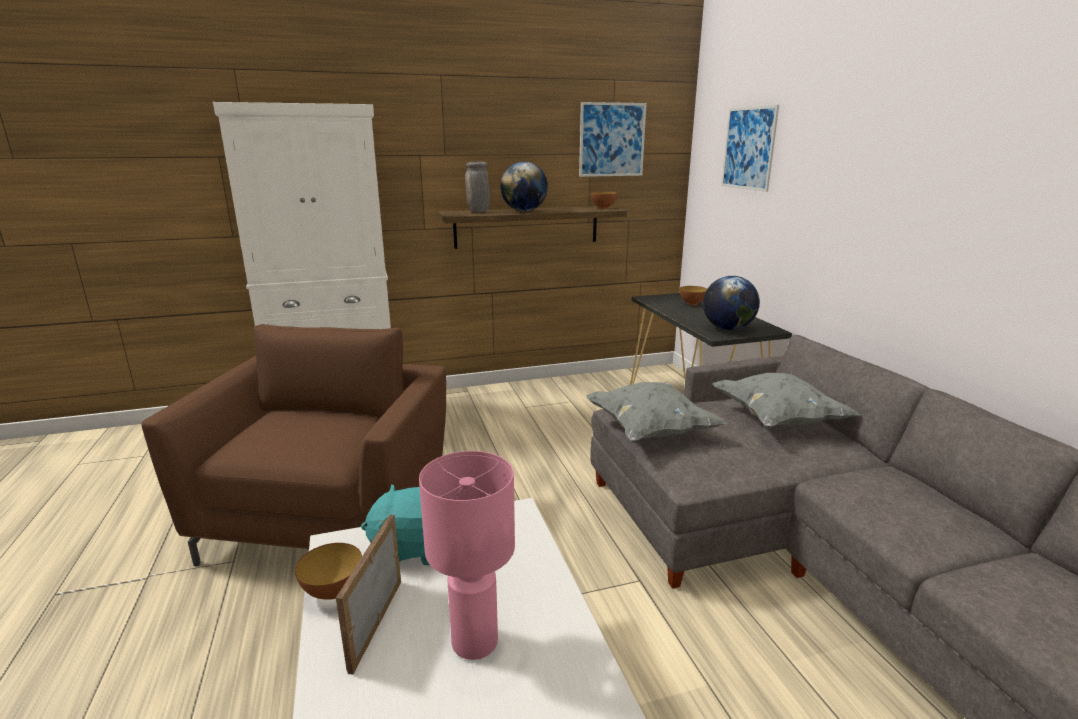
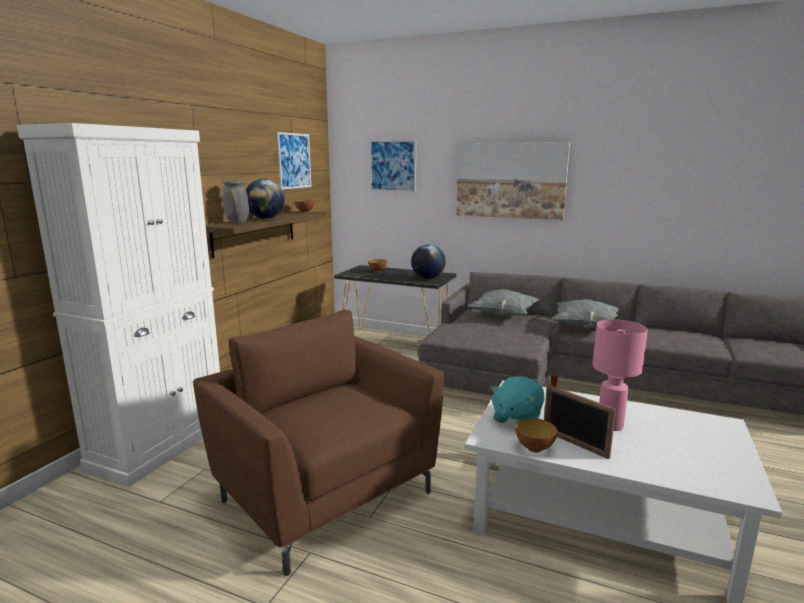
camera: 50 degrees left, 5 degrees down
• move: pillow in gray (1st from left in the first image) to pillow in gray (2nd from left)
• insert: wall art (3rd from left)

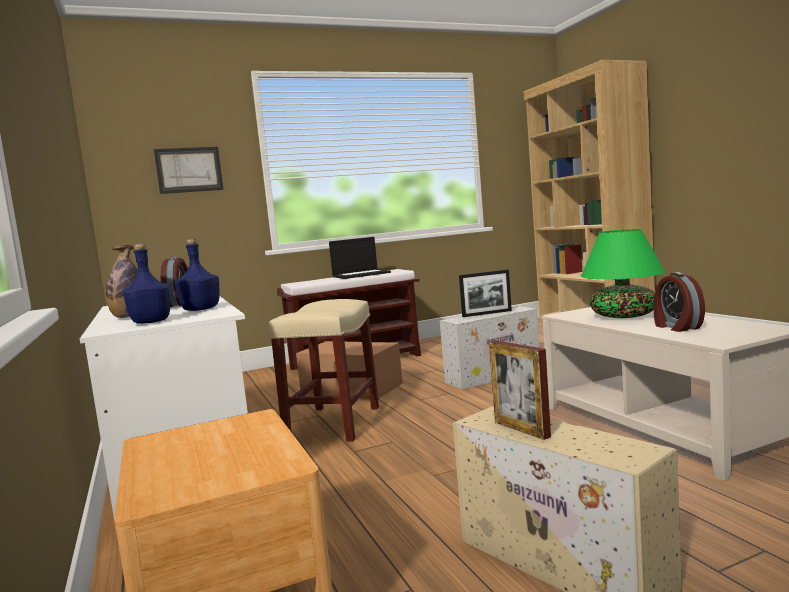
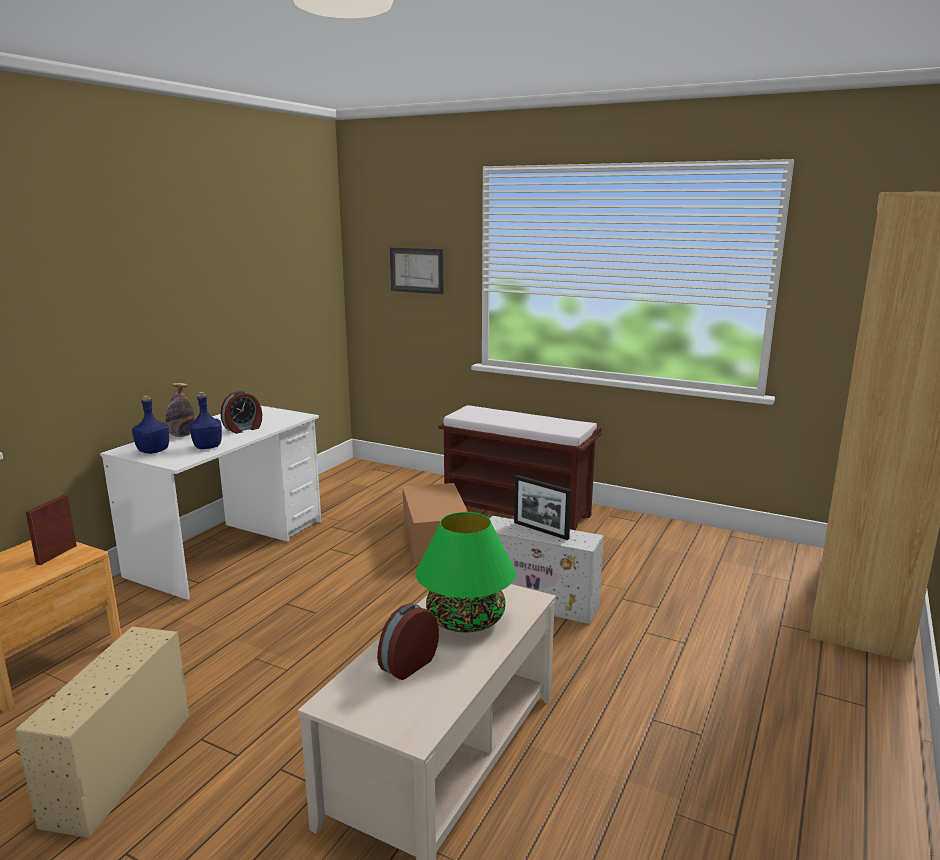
camera: 50 degrees right, 10 degrees up
• delete: sitting stool in sand-coloured
• delete: laptop
• move: photo frame (2nd from left in the first image) to photo frame (1st from left)

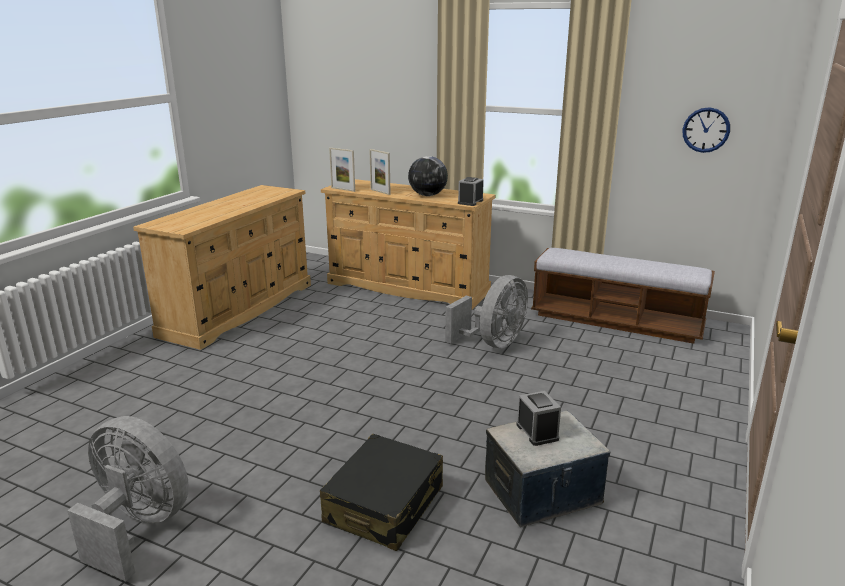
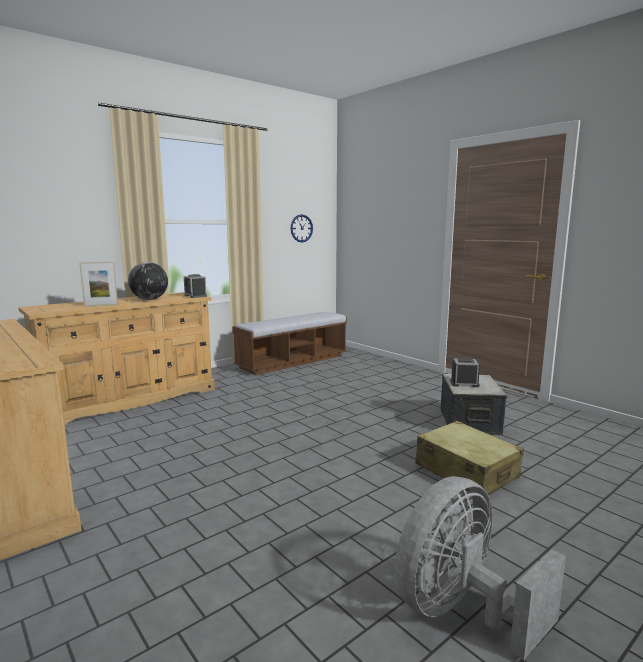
camera: 65 degrees left, 10 degrees down
• recolor: travel case in blackish to travel case in sand-coloured
• delete: photo frame (1st from left)
• delete: fan in gray (2nd from left)

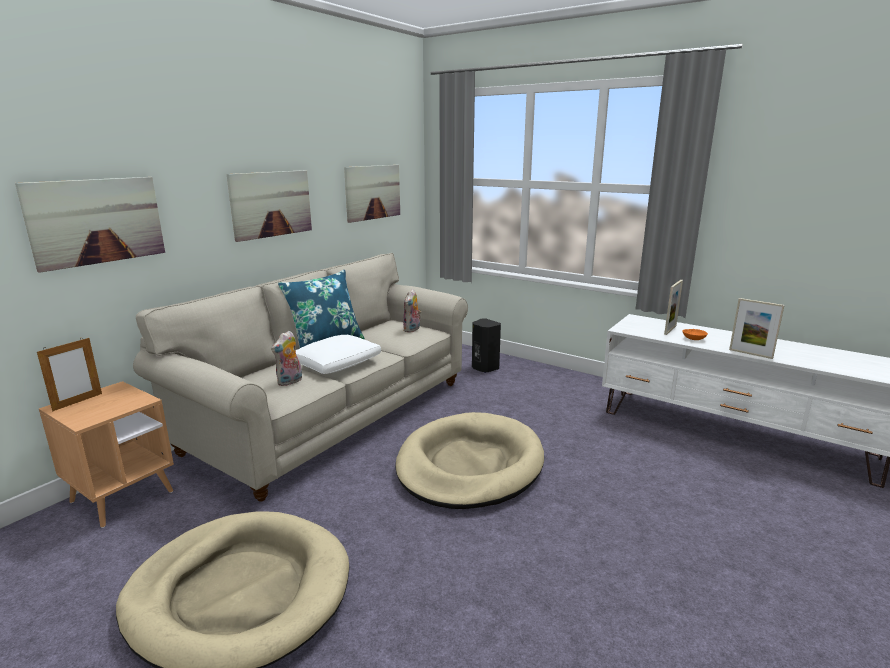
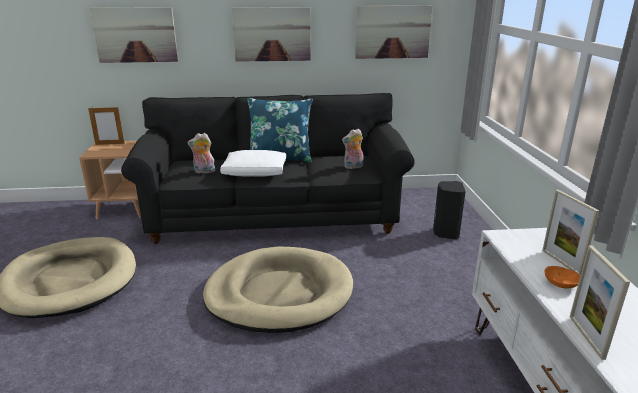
camera: 50 degrees right, 5 degrees up
• recolor: sofa in sand-coloured to sofa in blackish
• rotate: photo frame (2nd from left) 75 degrees clockwise

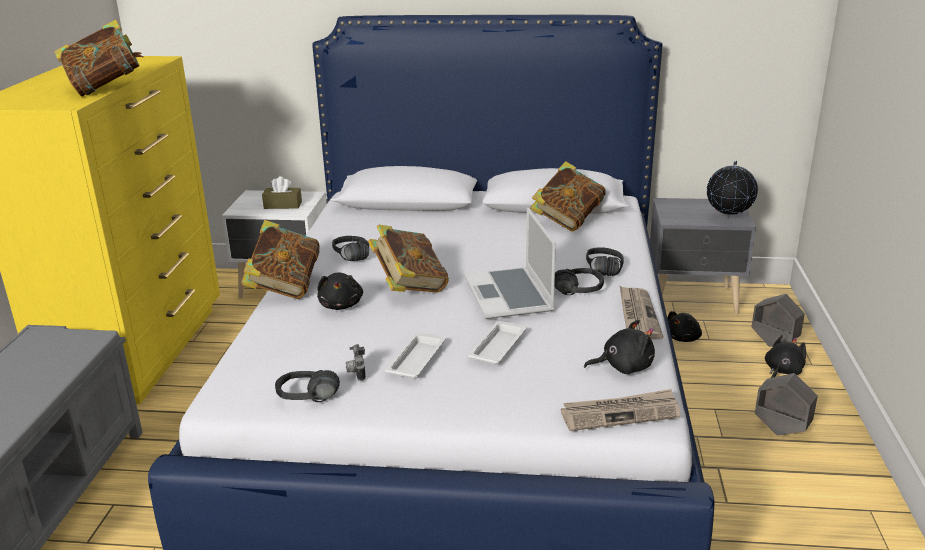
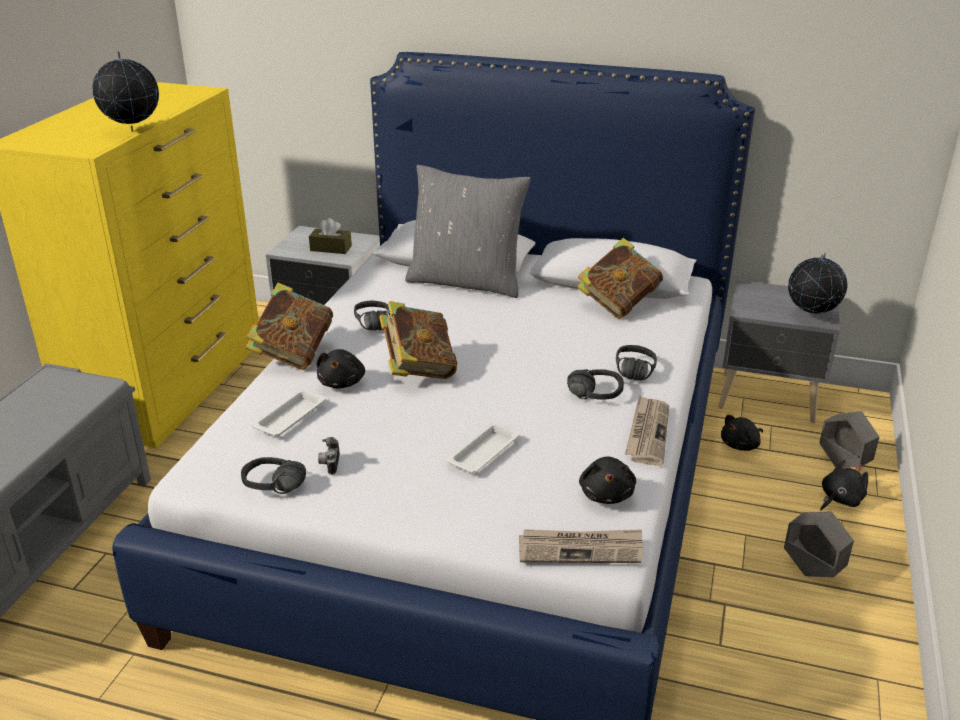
camera: 10 degrees right, 5 degrees up
• replace: book (1st from left) to world globe (1st from left)
• move: carrying tray in white (1st from left)
• delete: laptop
• rotate: plush toy in blackish (2nd from left) 90 degrees clockwise
• insert: pillow in gray

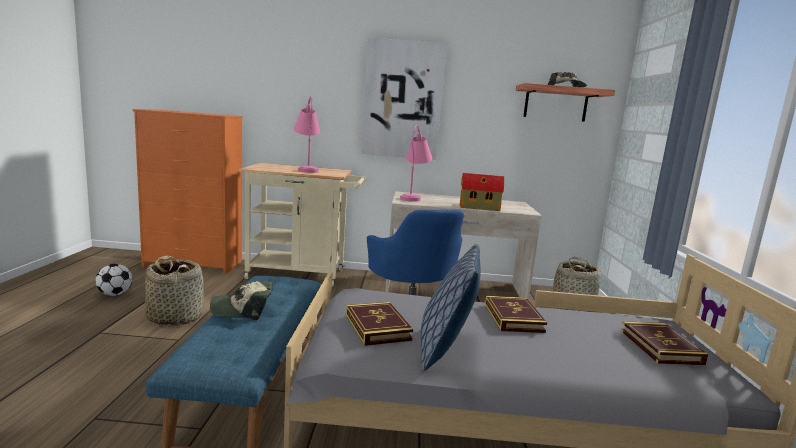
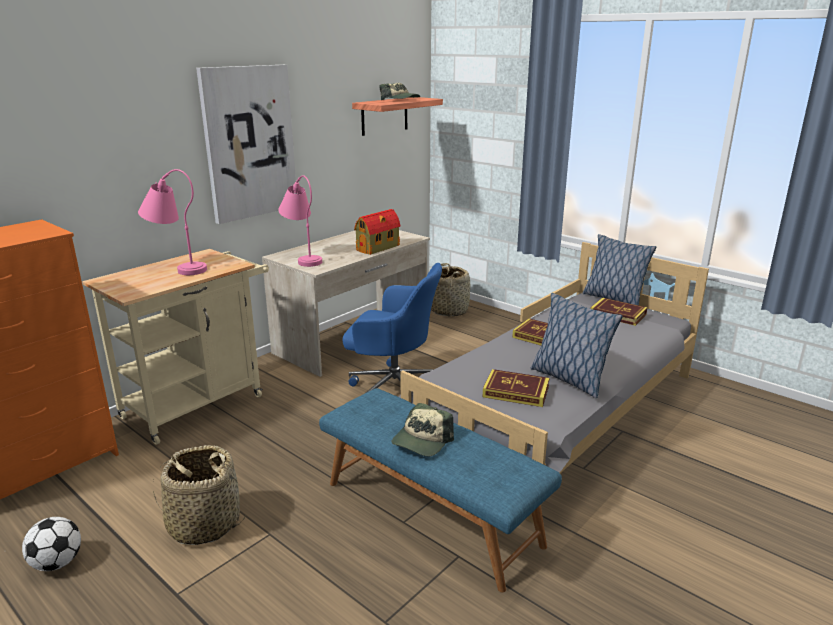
camera: 50 degrees left, 10 degrees up
• insert: pillow (2nd from left)

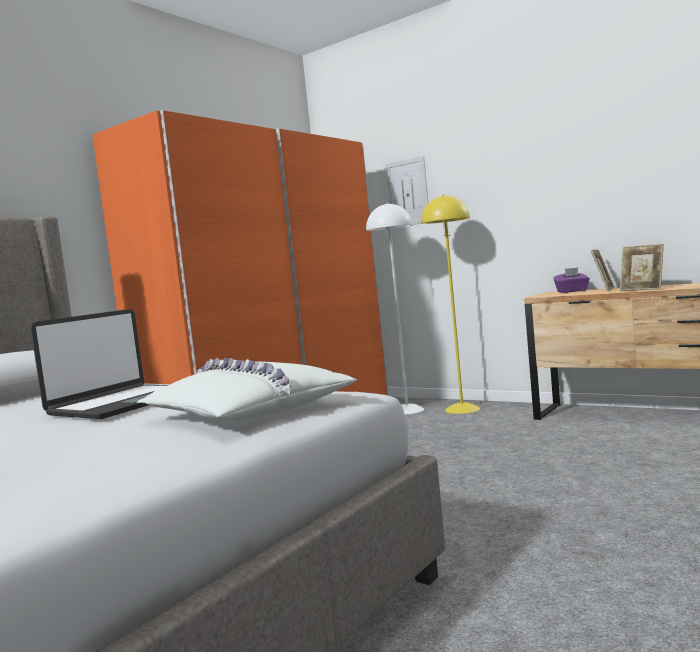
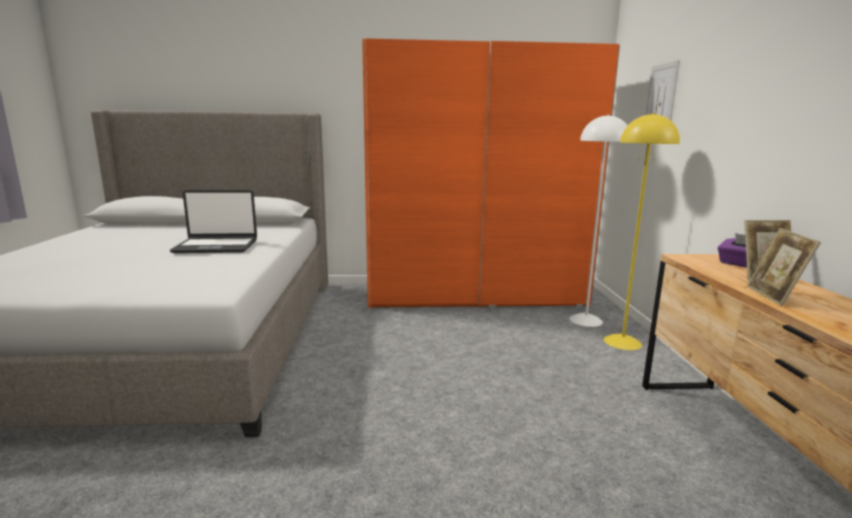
camera: 50 degrees right, 10 degrees up
• delete: pillow in white

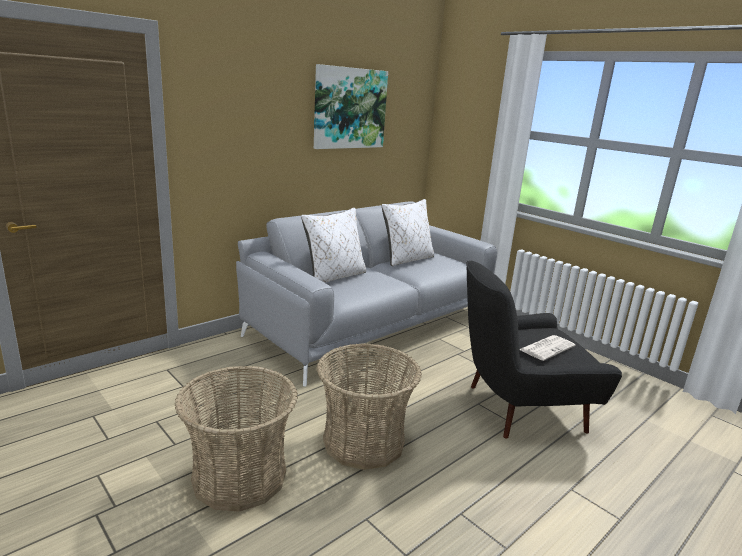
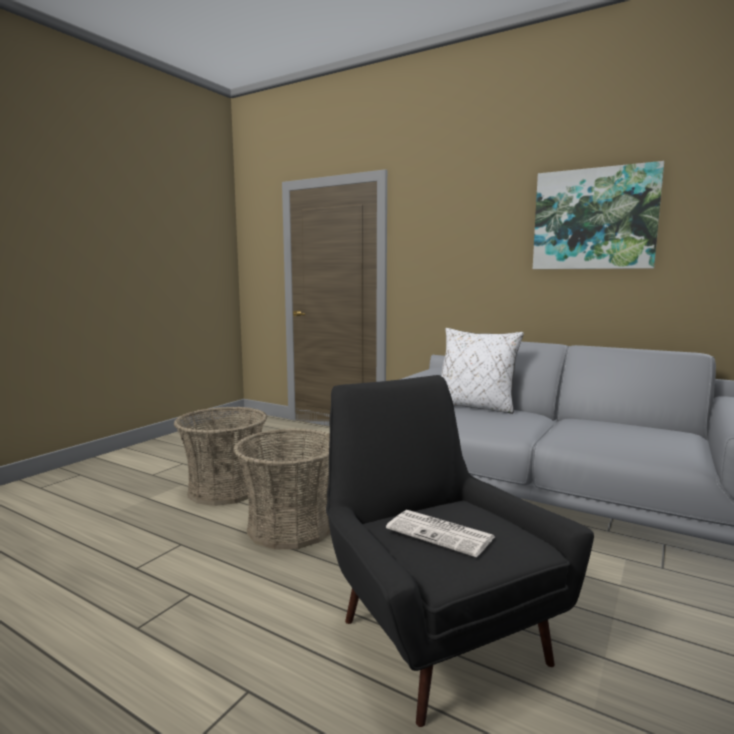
camera: 75 degrees right, 10 degrees down
• delete: pillow in white (2nd from left)

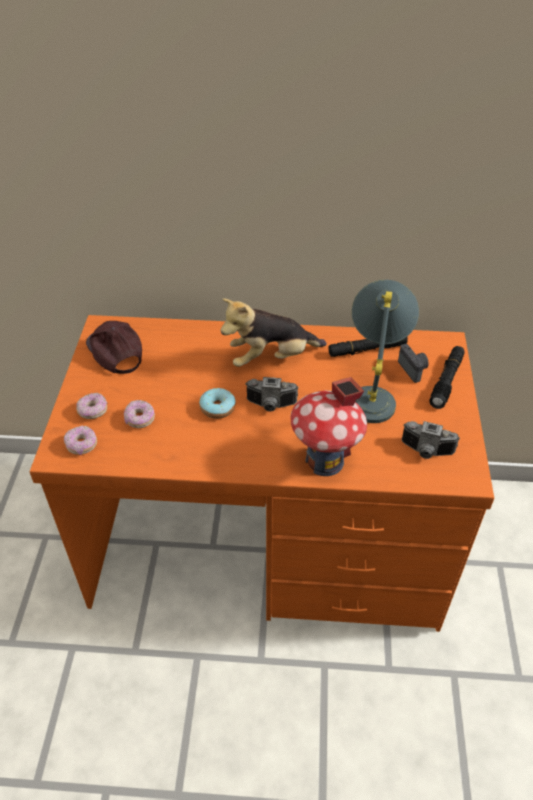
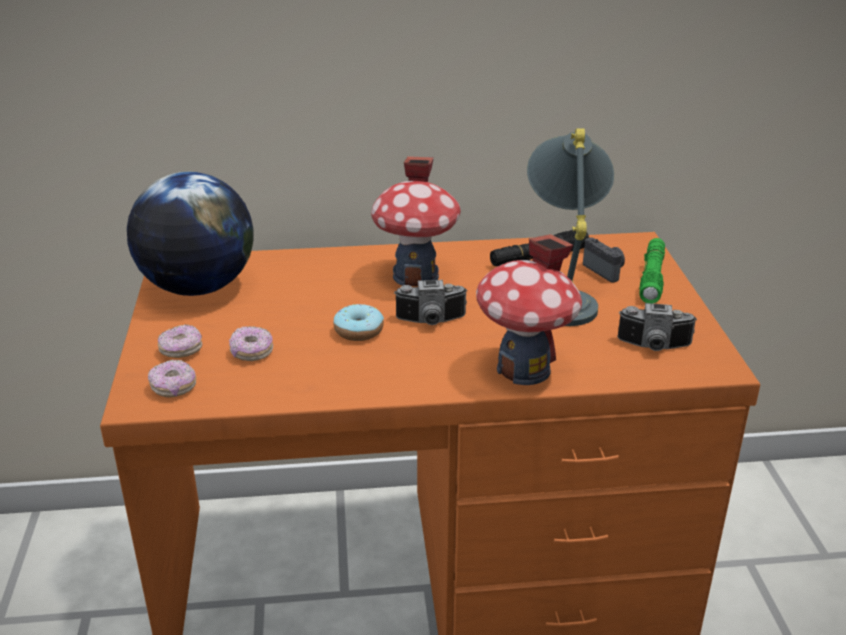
camera: 10 degrees left, 15 degrees down
• replace: baseball cap in brown-coloured to world globe
• replace: plush toy to model house (1st from left)
• recolor: torch in blackish (2nd from left) to torch in green

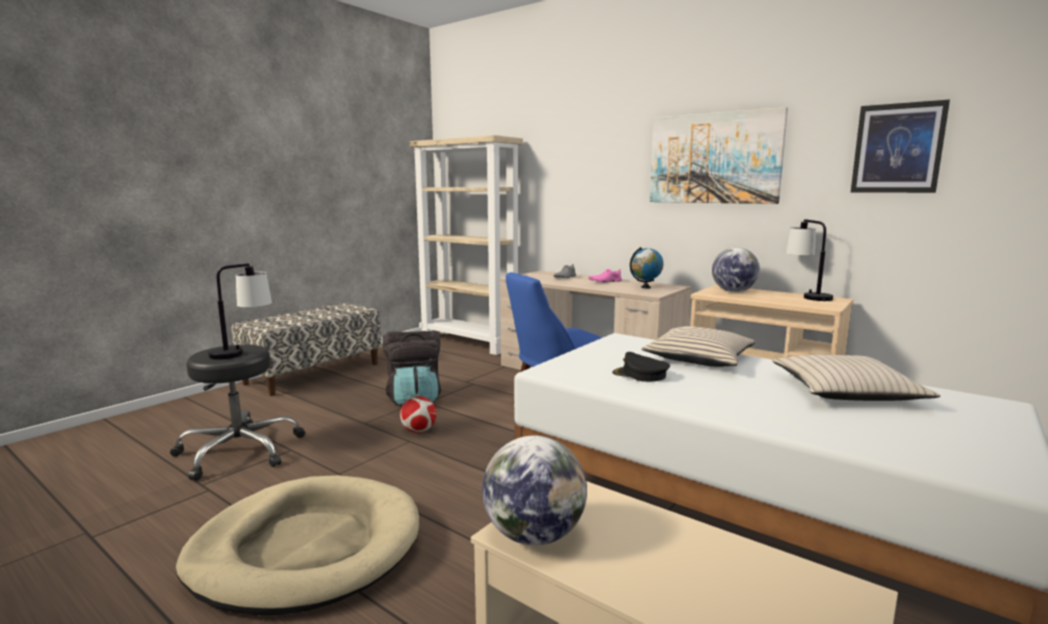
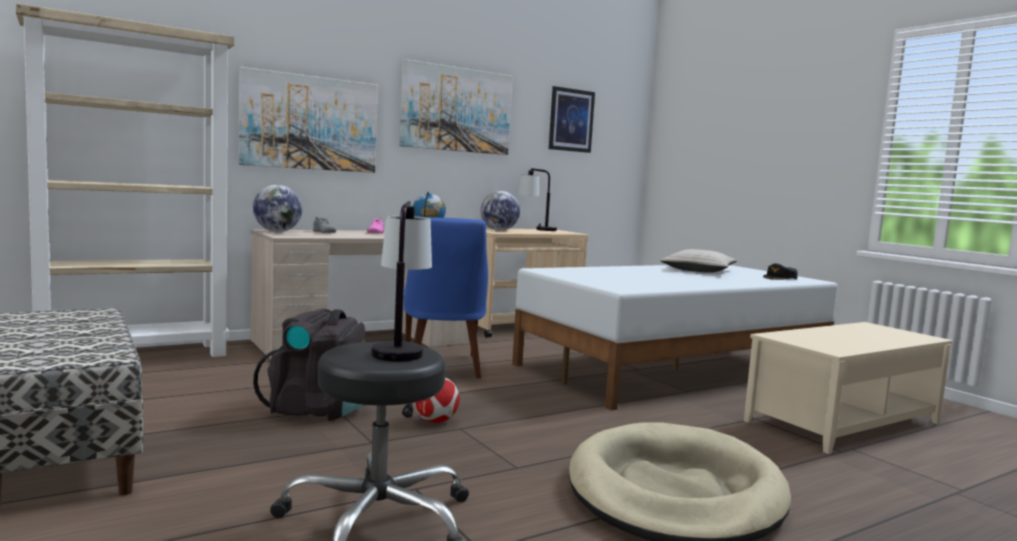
camera: 70 degrees left, 5 degrees down
• move: world globe (1st from left)
• move: baseball cap in blackish
• delete: pillow in sand-coloured (1st from left)
• insert: wall art (1st from left)

